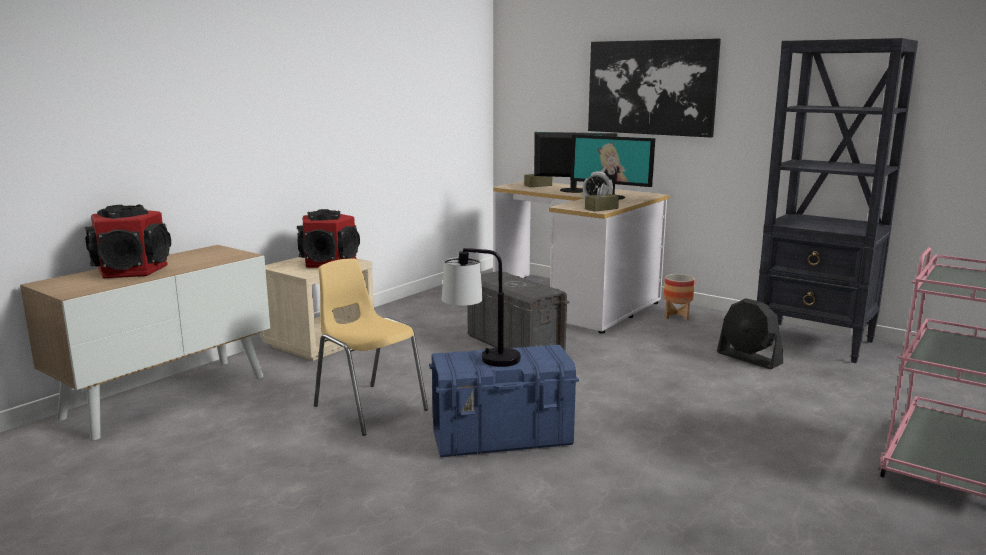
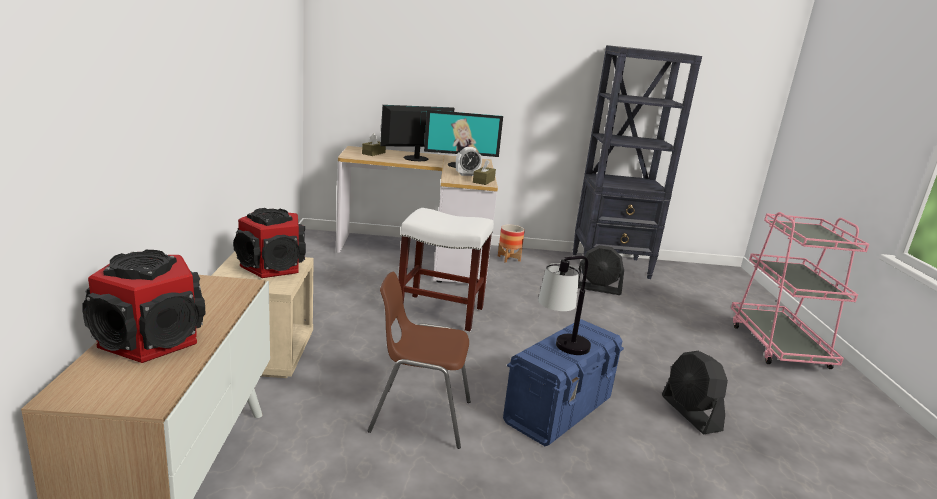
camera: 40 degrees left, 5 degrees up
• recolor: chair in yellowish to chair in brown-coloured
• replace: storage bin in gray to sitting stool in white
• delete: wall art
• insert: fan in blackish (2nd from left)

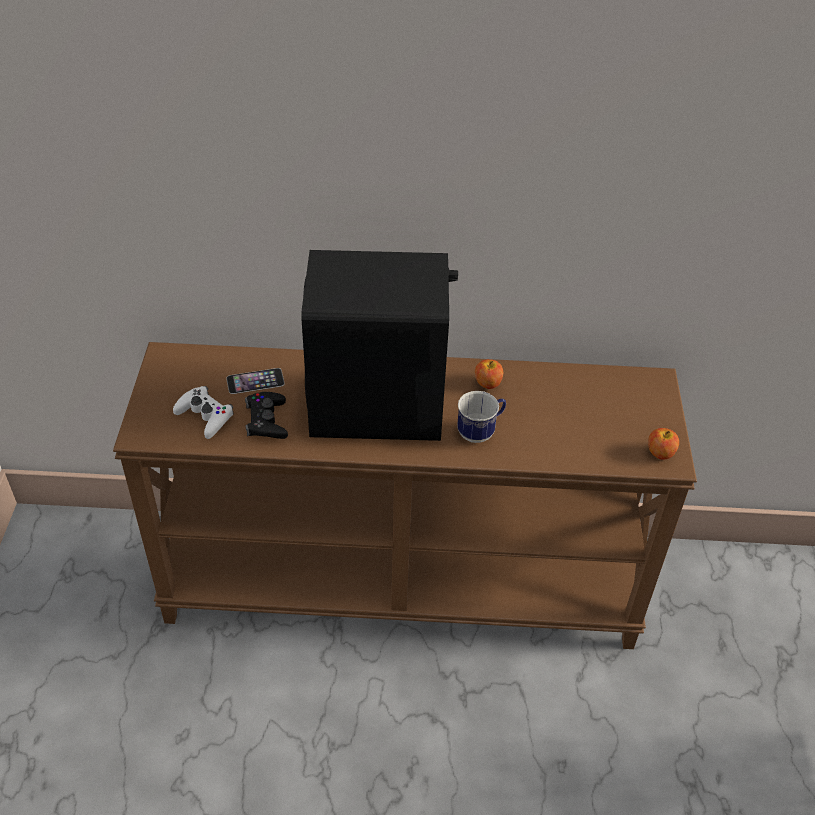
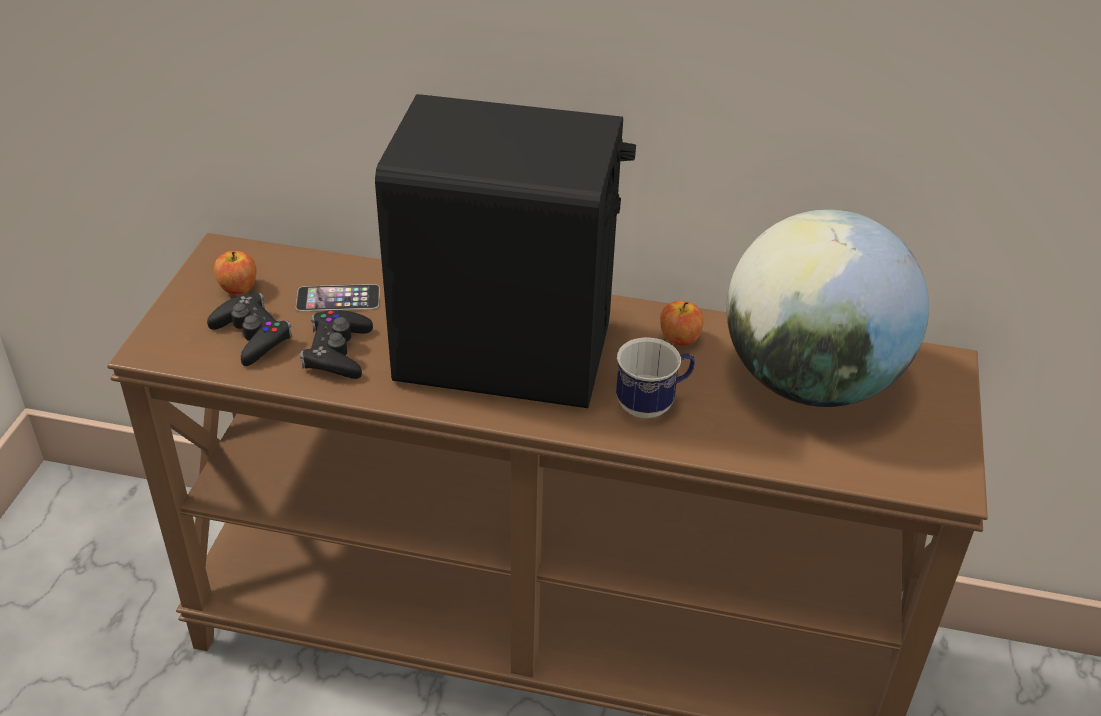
camera: 10 degrees right, 5 degrees down
• recolor: gamepad in white to gamepad in blackish (1st from left)
• move: apple (2nd from left in the first image) to apple (1st from left)
• insert: world globe

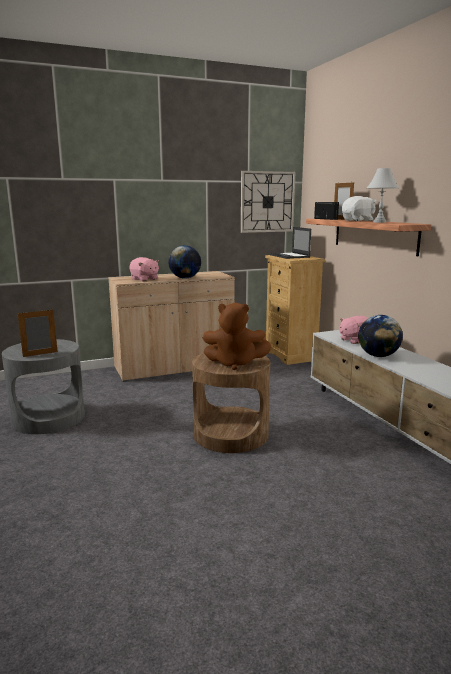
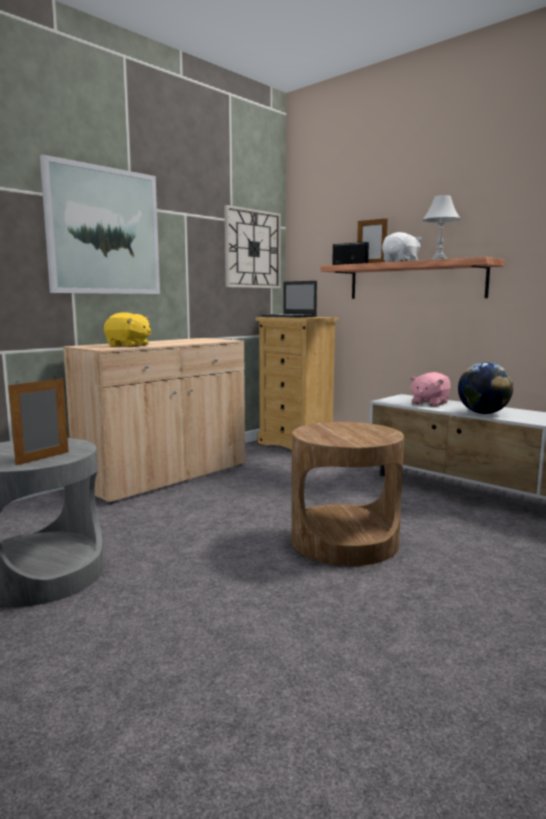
camera: 25 degrees left, 5 degrees down
• recolor: plush toy in pink (1st from left) to plush toy in yellowish
• delete: world globe (1st from left)
• delete: plush toy in brown-coloured
• insert: wall art

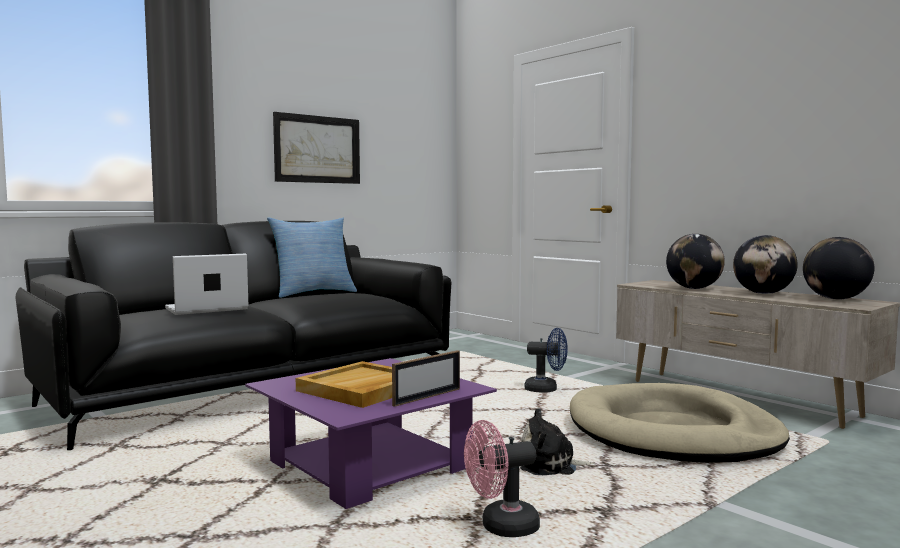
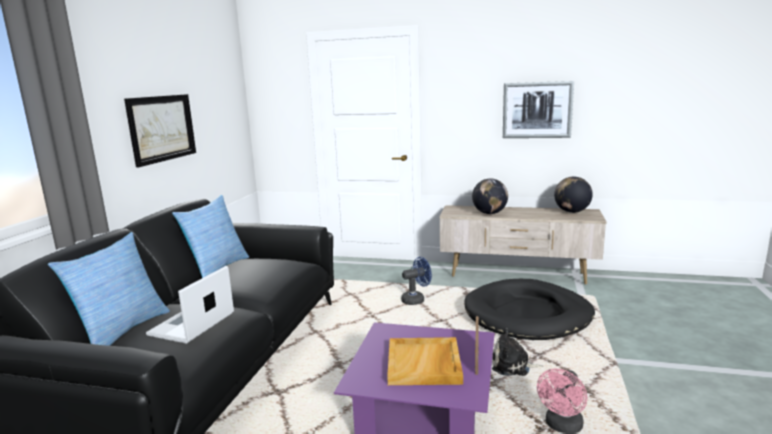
camera: 35 degrees left, 10 degrees up
• rotate: plush toy 45 degrees clockwise
• recolor: dog cushion in sand-coloured to dog cushion in blackish
• delete: world globe (2nd from left)
• insert: pillow (1st from left)
• insert: wall art (2nd from left)

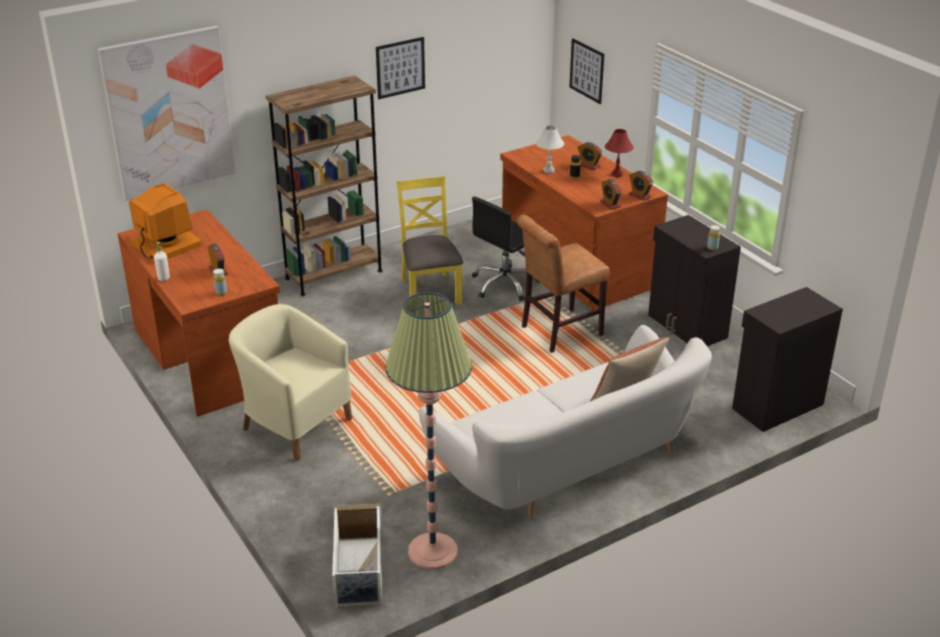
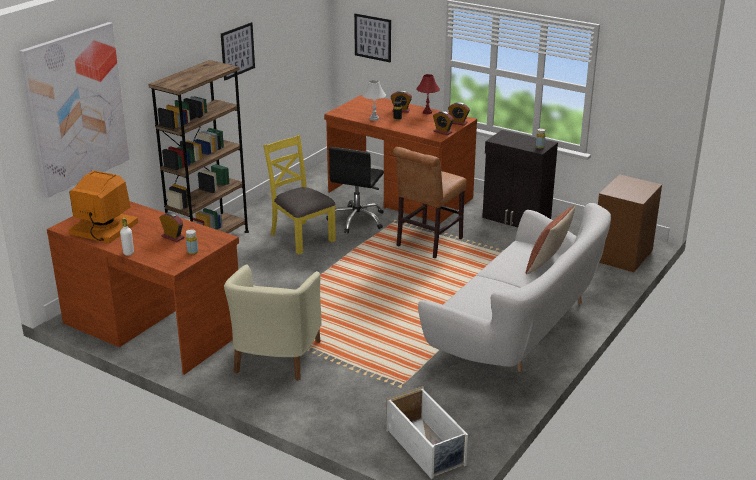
camera: 25 degrees left, 5 degrees down
• rotate: armchair in sand-coloured 90 degrees counterclockwise
• delete: standing lamp
• replace: storage cabinet in blackish (2nd from left) to bedside table in brown-coloured

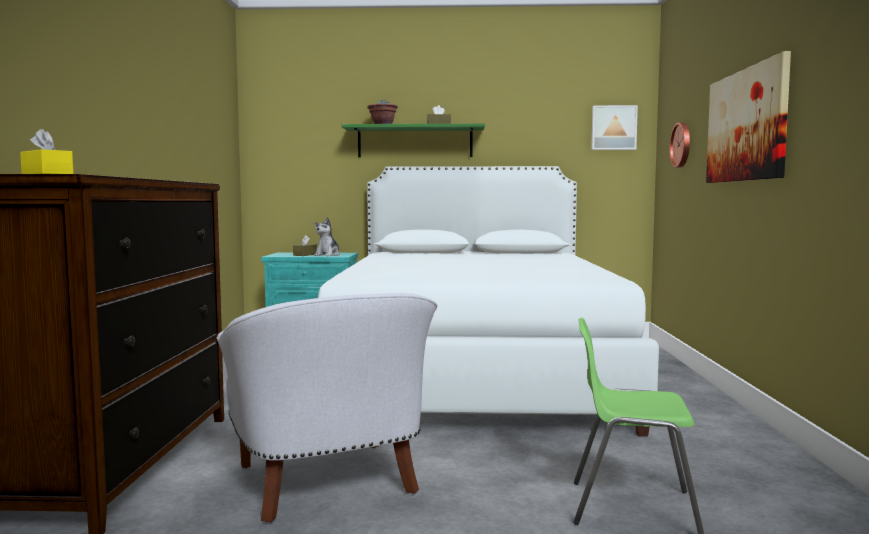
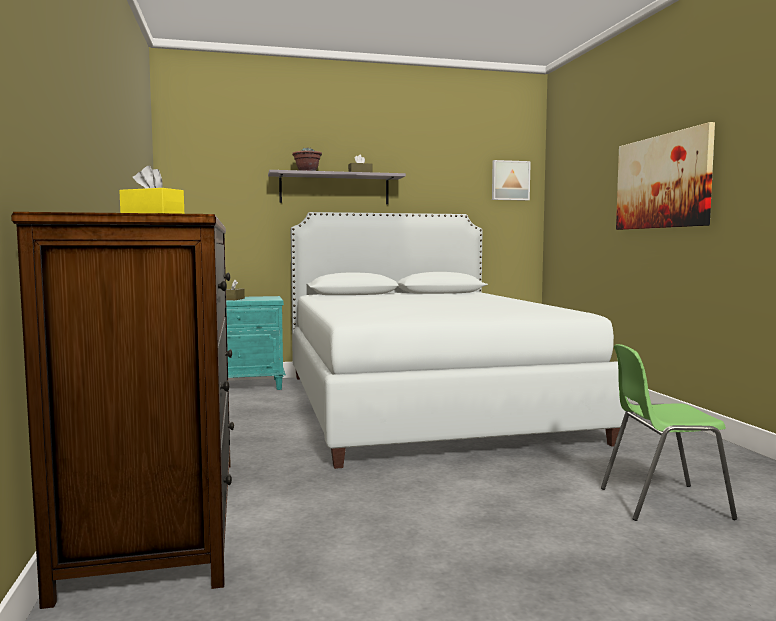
camera: 15 degrees left, 0 degrees up
• delete: armchair in white
• delete: plush toy
• recolor: shelf in green to shelf in gray
• delete: hanging clock

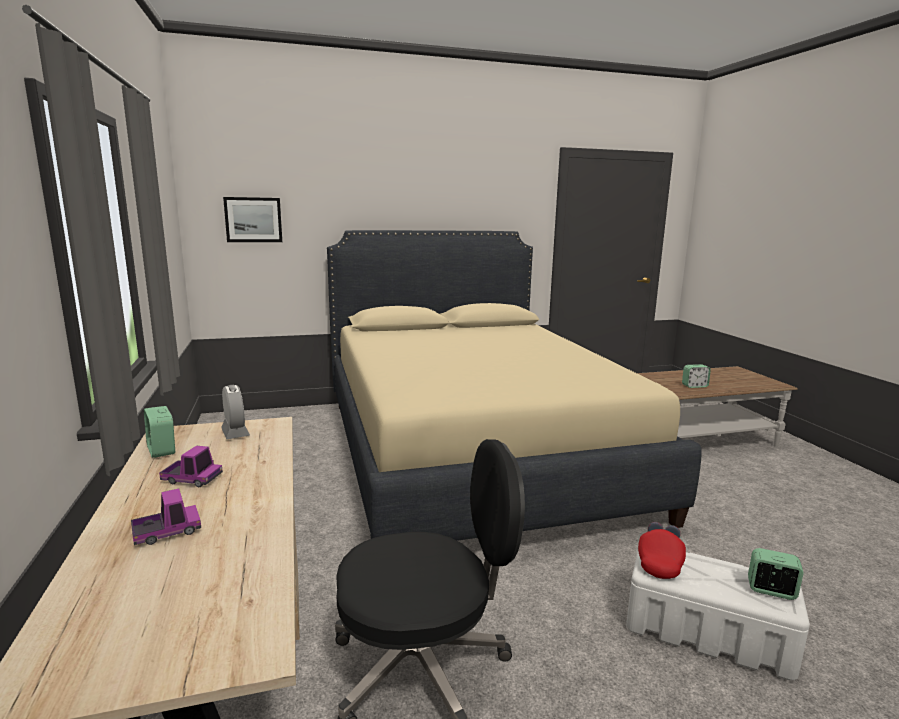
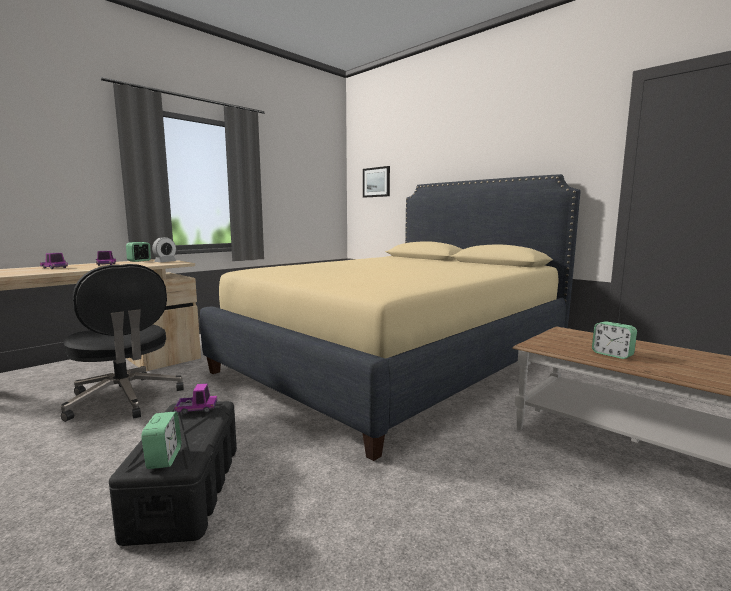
camera: 60 degrees right, 5 degrees down
• recolor: storage bin in white to storage bin in blackish
• replace: baseball cap in red-coloured to toy truck (3rd from left)

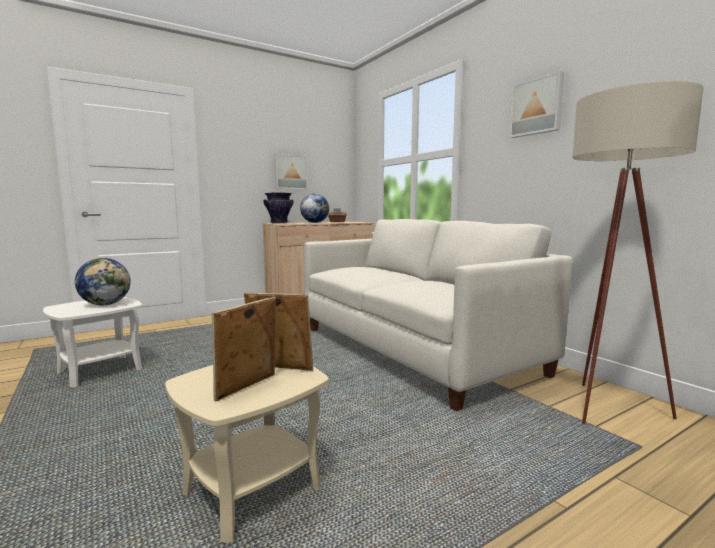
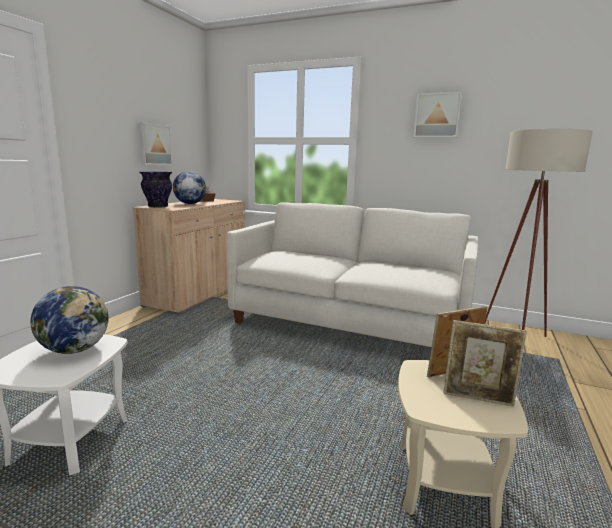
camera: 35 degrees left, 5 degrees up
• rotate: photo frame (1st from left in the first image) 75 degrees counterclockwise

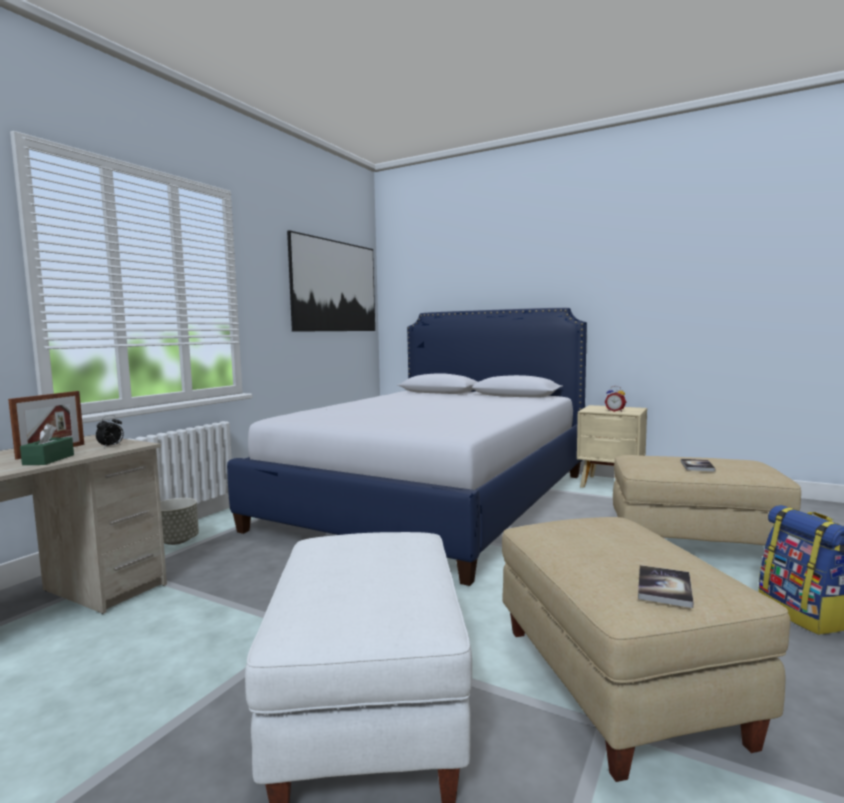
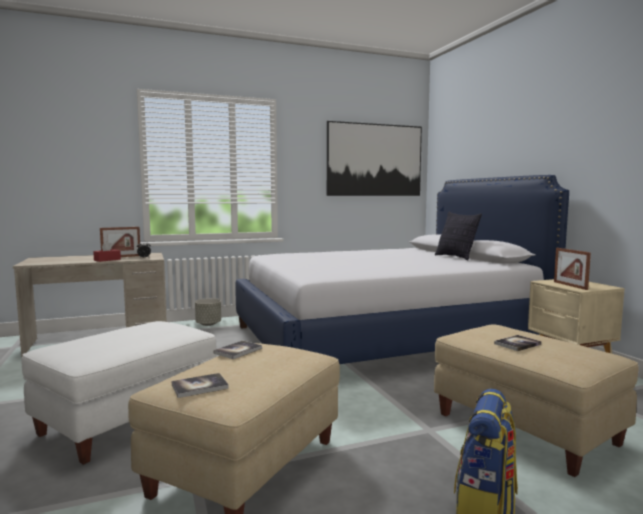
camera: 40 degrees right, 0 degrees up
• recolor: tissue holder in green to tissue holder in red-coloured
• replace: table clock (2nd from left) to photo frame (2nd from left)
• insert: book (2nd from left)
• insert: pillow

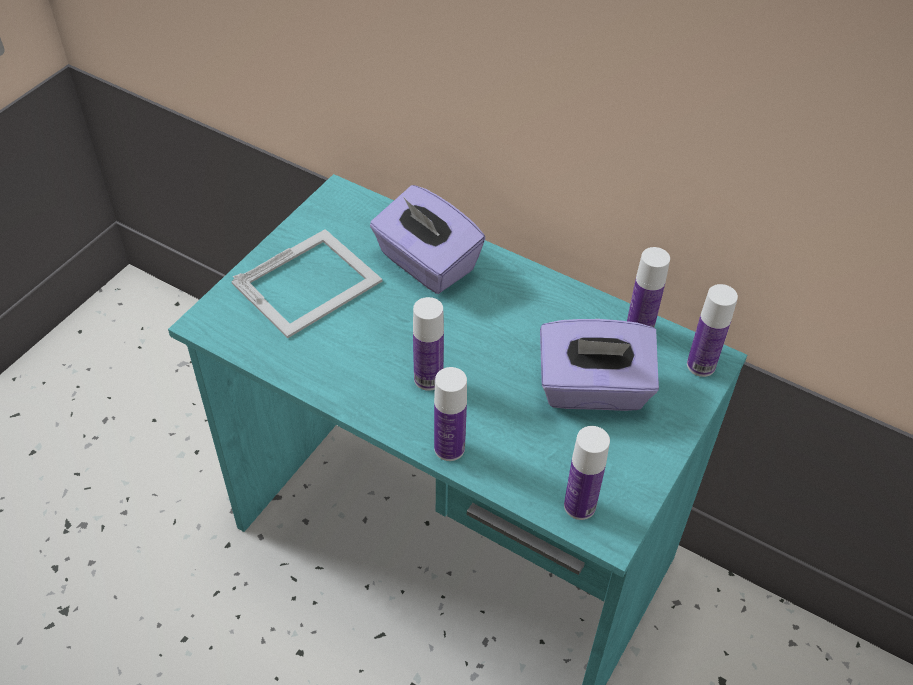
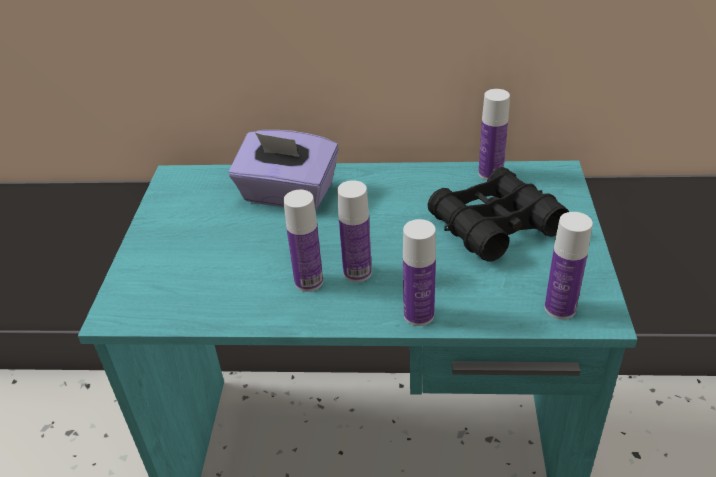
camera: 25 degrees left, 10 degrees down
• delete: photo frame
• replace: tissue holder in purplish (2nd from left) to pair of binoculars in blackish
• move: bottle (5th from left in the first image) to bottle (1st from left)

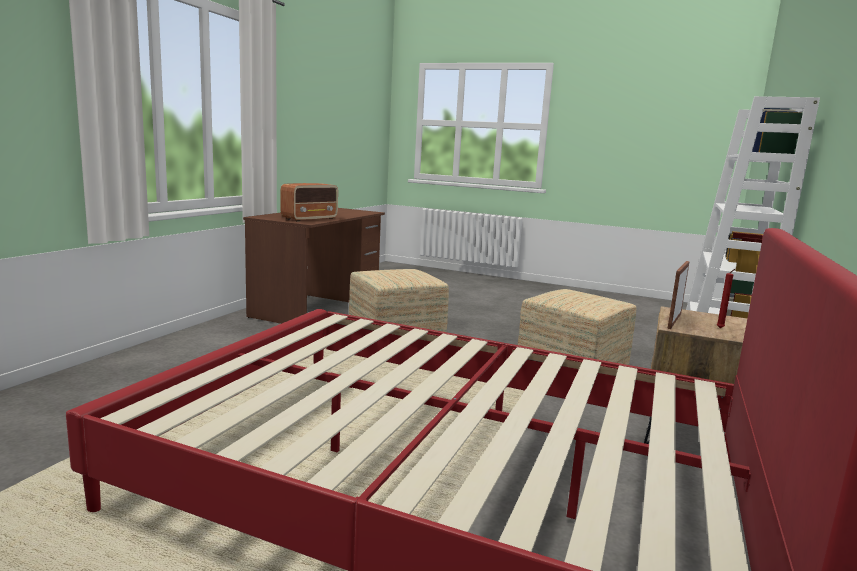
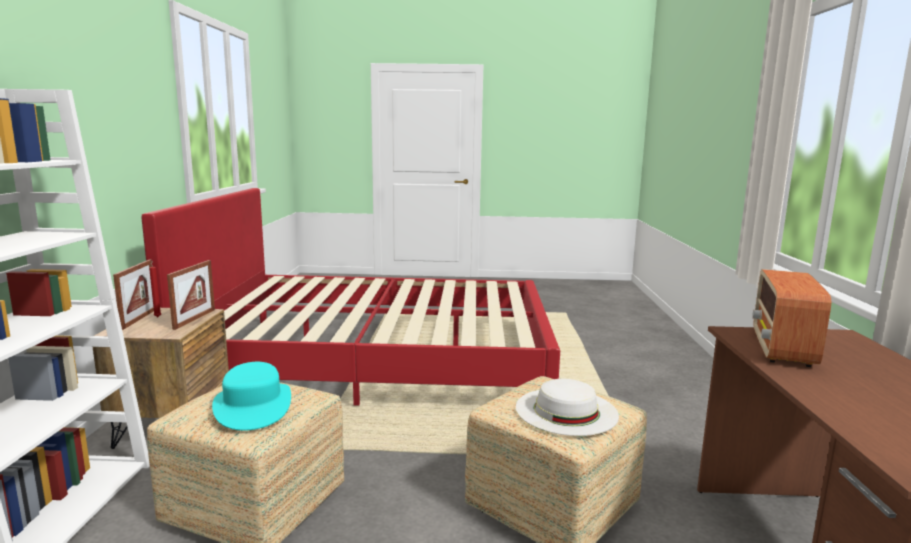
camera: 160 degrees right, 0 degrees up
• insert: photo frame (1st from left)
• insert: wearable hat in turquoise-coloured
• insert: wearable hat in white

